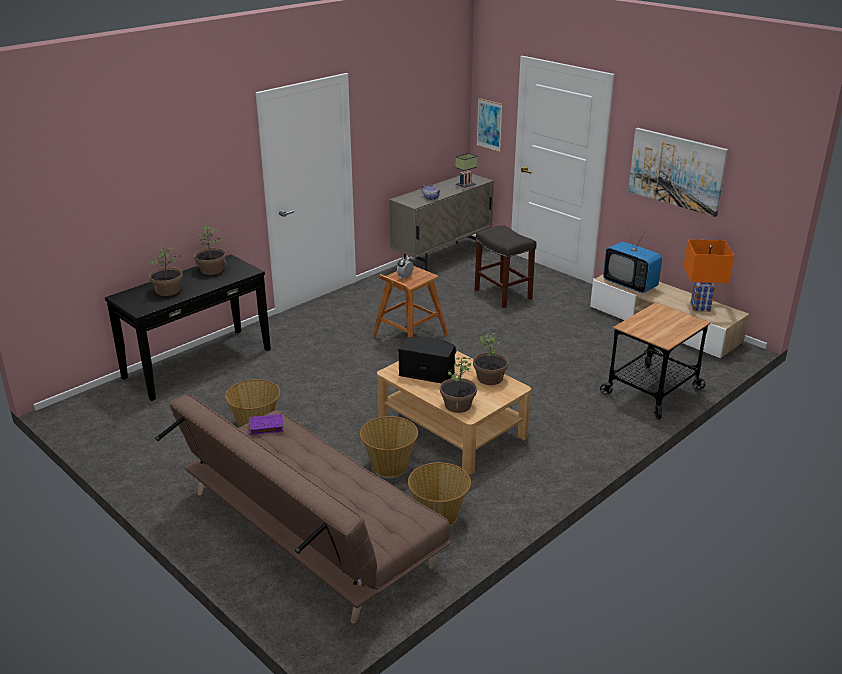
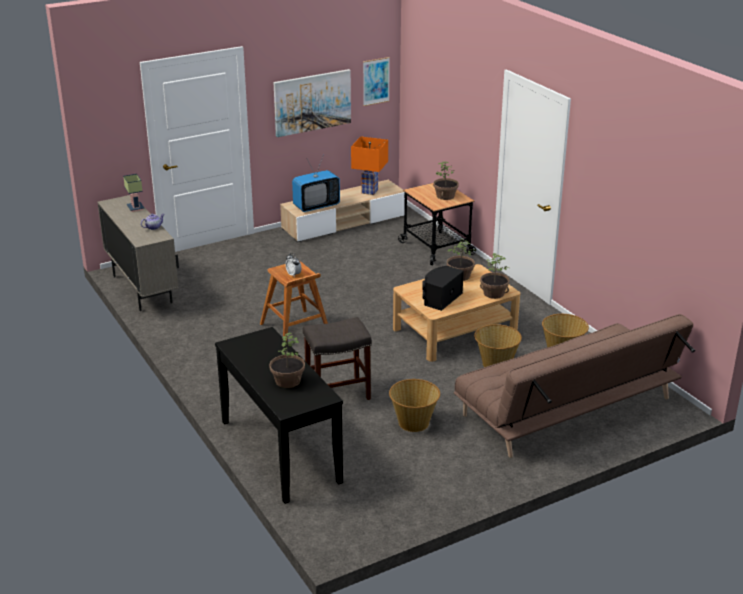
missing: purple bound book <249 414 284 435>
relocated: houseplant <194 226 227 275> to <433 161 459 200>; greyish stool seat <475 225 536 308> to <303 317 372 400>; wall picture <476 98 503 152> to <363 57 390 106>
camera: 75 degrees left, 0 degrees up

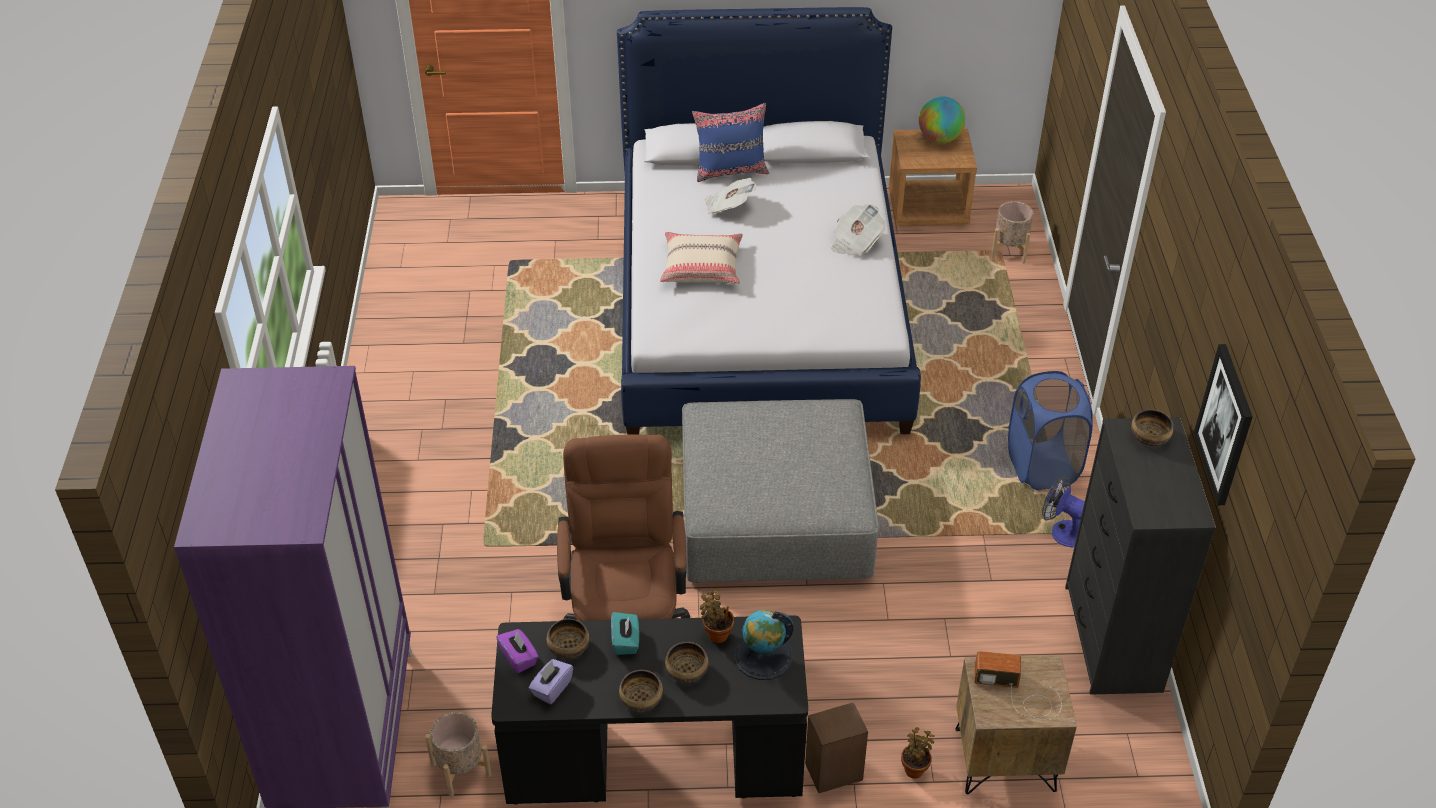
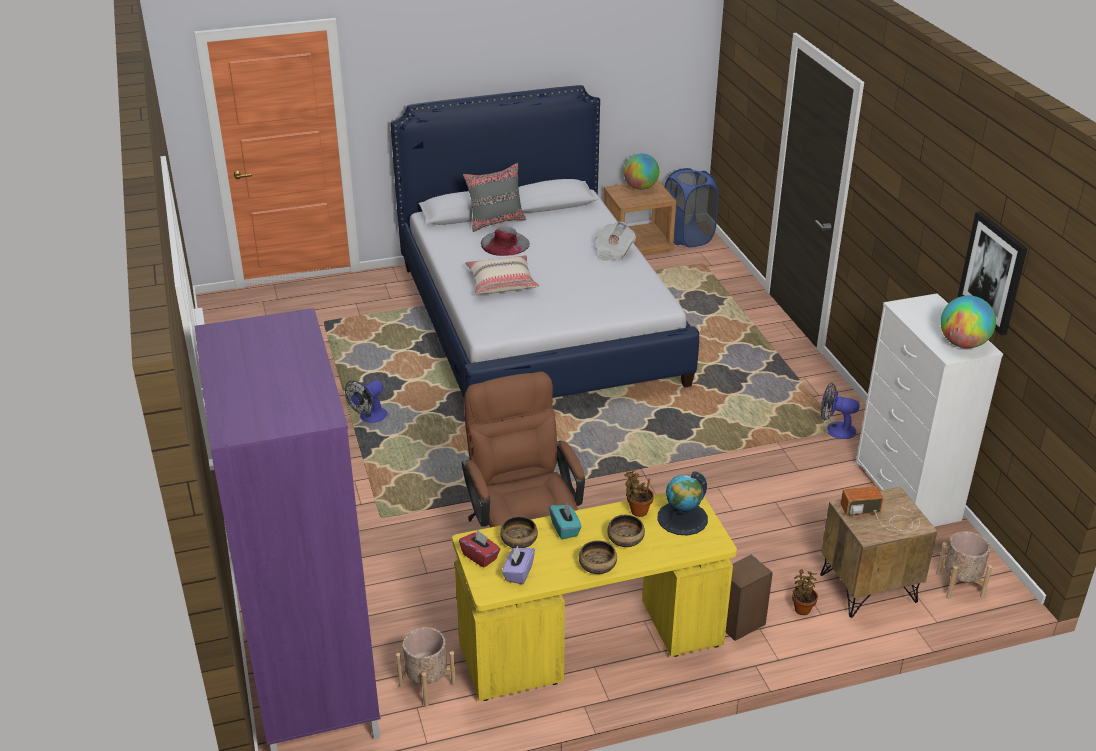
missing: greyish footrest <682 399 879 583>; serving bowl <1131 409 1173 446>
appeared: electric fan <345 380 387 423>; desk globe <940 295 996 348>
relocated: beige-coloured planter <991 201 1033 264> to <936 531 992 599>; blue hamper <1008 371 1093 490> to <664 168 718 248>
exchanged: printed paper <705 178 756 214> to greyish hat <481 226 530 256>
colour: blackish desk unit <491 615 808 805> to yellow-coloured desk unit <452 493 737 701>; purple tissue box <496 629 539 673> to reddish tissue box <459 530 500 568>; blue pillow <692 103 769 182> to greyish pillow <463 163 526 232>; blackish drawer chest <1065 417 1216 695> to whitish drawer chest <855 293 1003 527>
camera: 15 degrees left, 10 degrees down

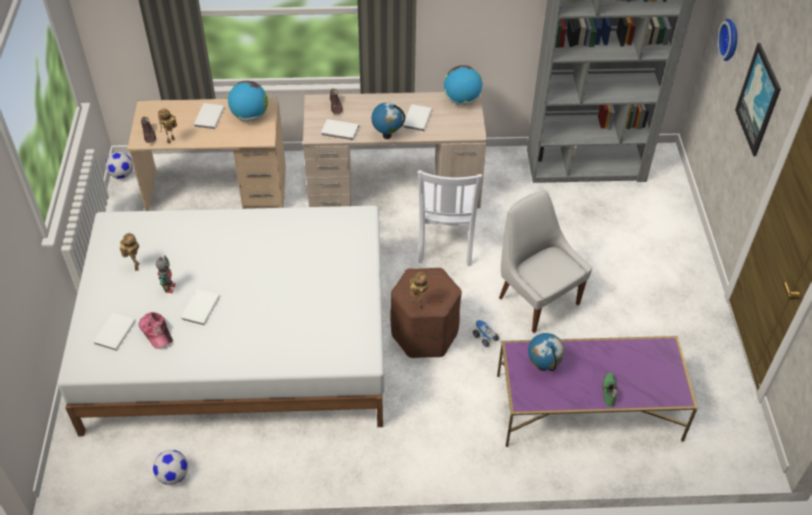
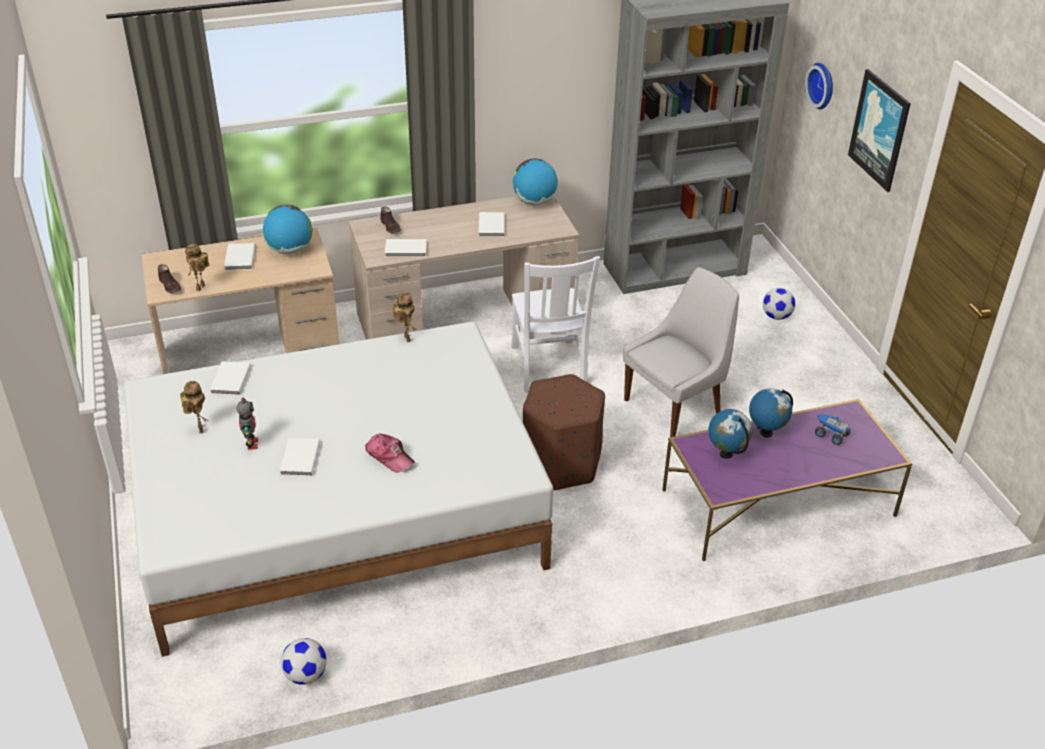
missing: green-coloured item of footwear <602 372 617 407>
relocated: whitish bound book <93 313 136 351> to <210 361 251 395>; football ball <105 152 133 179> to <763 288 795 320>; peaked cap <139 312 173 349> to <365 434 415 473>; desk globe <371 102 405 139> to <749 388 793 438>; robot figure <410 272 429 310> to <392 293 416 342>; model truck <473 320 499 347> to <815 414 851 445>
spun: whitish chair <499 191 592 333> = <623 267 739 437> 105 degrees clockwise
camera: 15 degrees left, 10 degrees down

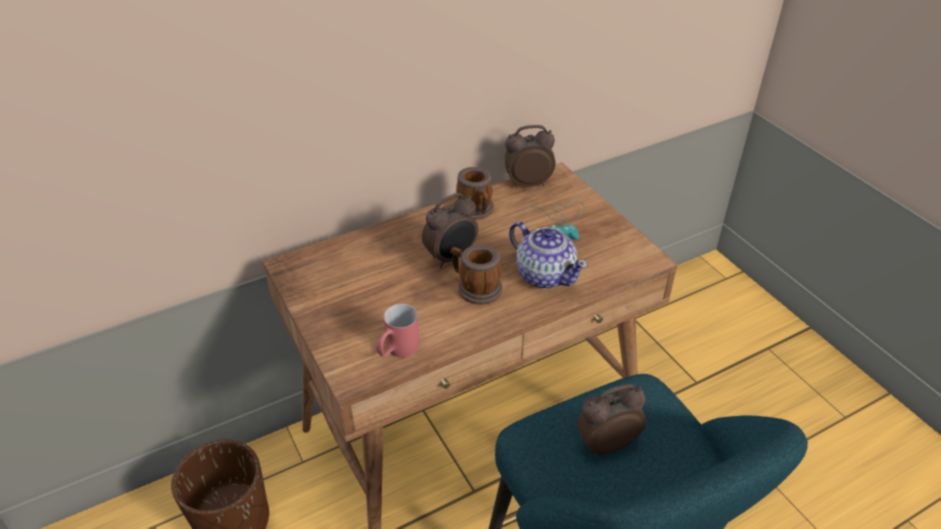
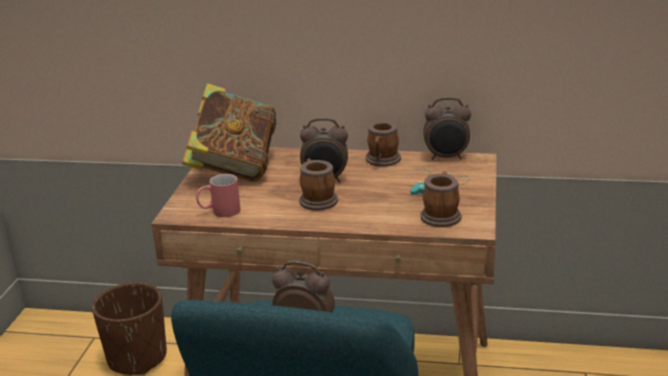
missing: teapot <509 222 588 289>
appeared: bound book <182 83 276 182>; mug <420 171 462 227>
spun: table clock <505 125 556 188> = <423 97 471 160> 150 degrees clockwise
camera: 40 degrees right, 15 degrees down

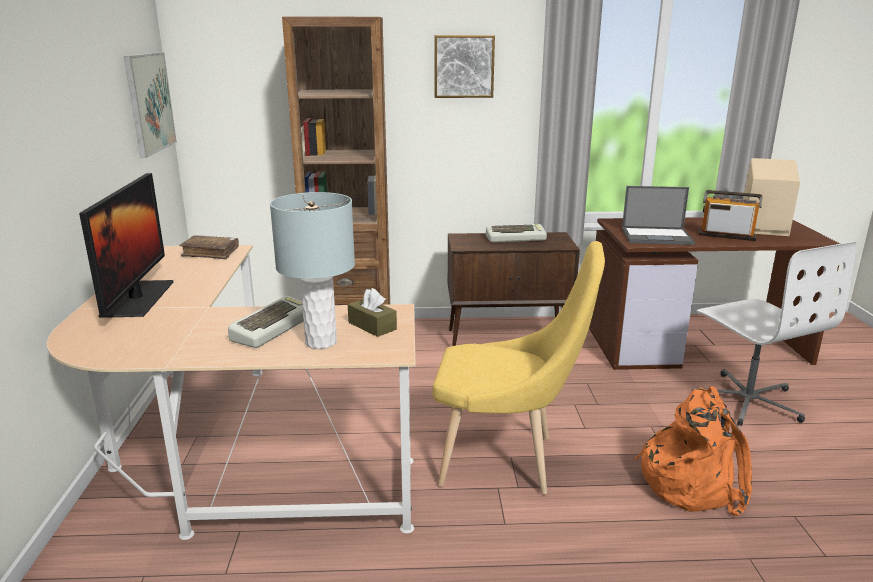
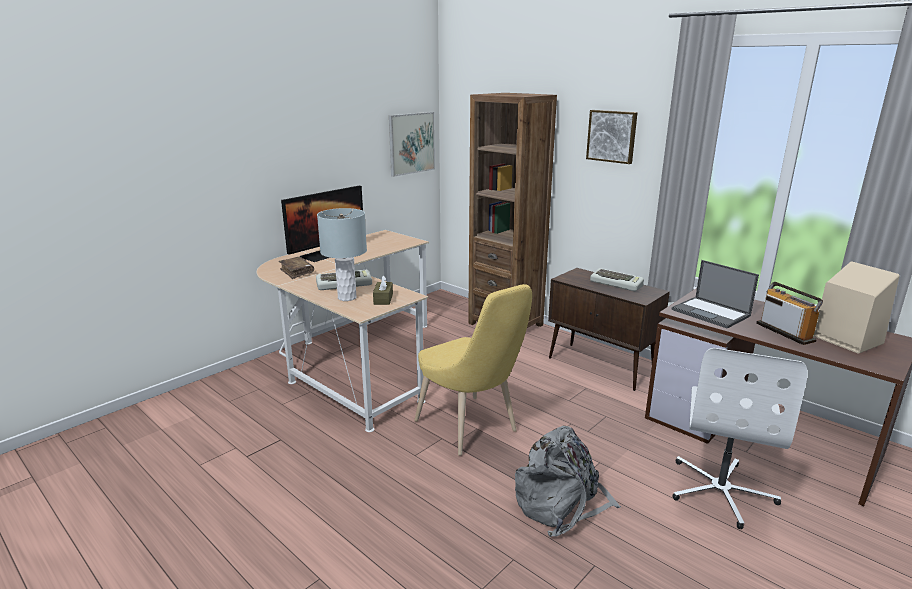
relocated: brownish bound book <179 235 239 260> to <279 257 314 279>
colour: orange-coloured knapsack <634 386 752 516> to greyish knapsack <515 426 621 537>
camera: 45 degrees right, 0 degrees up

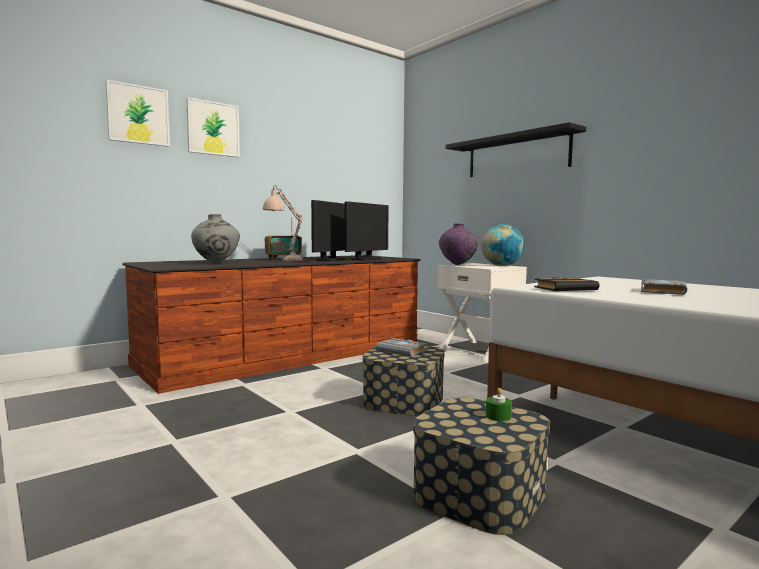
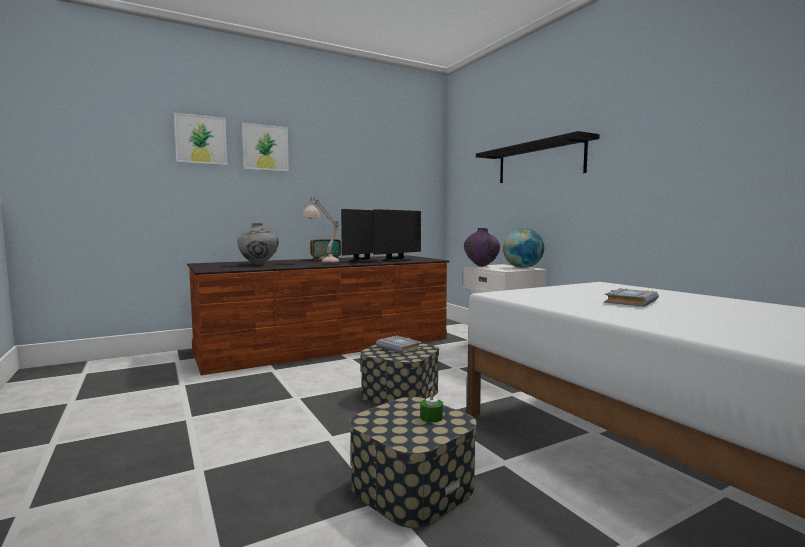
missing: blackish bound book <534 277 600 291>
camera: 10 degrees right, 0 degrees up

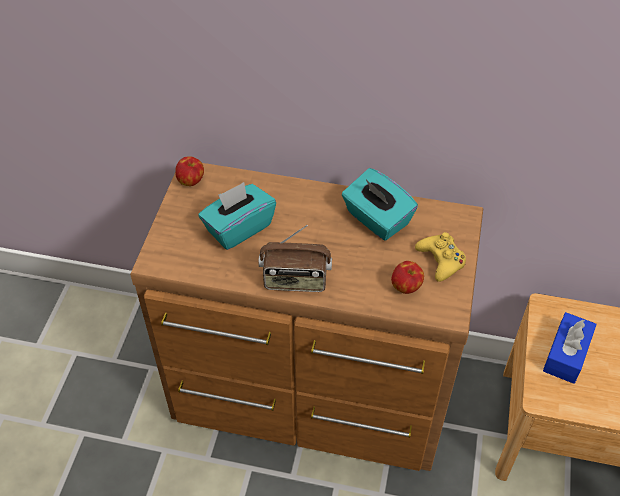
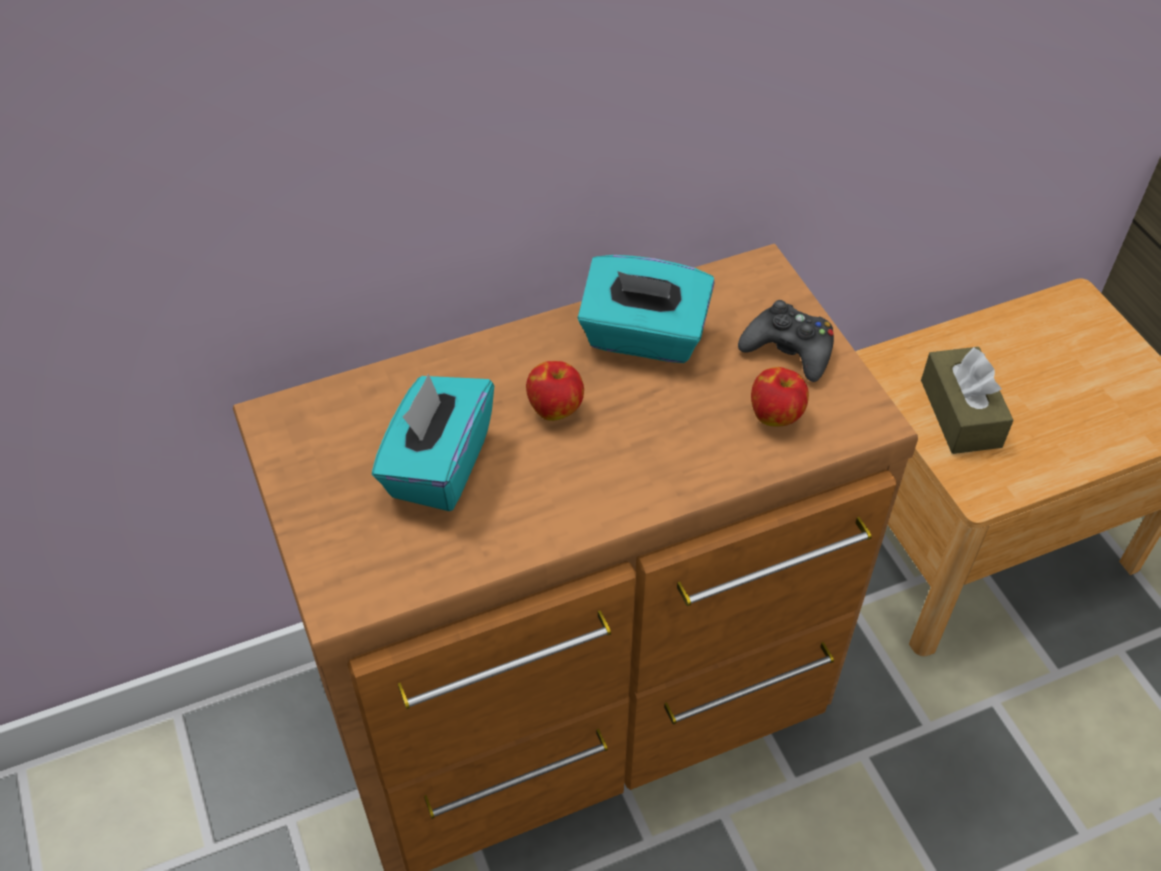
missing: radio set <259 225 332 292>
relocated: apple fruit <175 156 204 186> to <526 361 584 421>
colour: yellow-coloured game controller <415 232 466 282> to blackish game controller <738 300 834 382>; blue tissue box <543 312 597 384> to brownish tissue box <921 347 1013 454>
camera: 35 degrees left, 0 degrees up

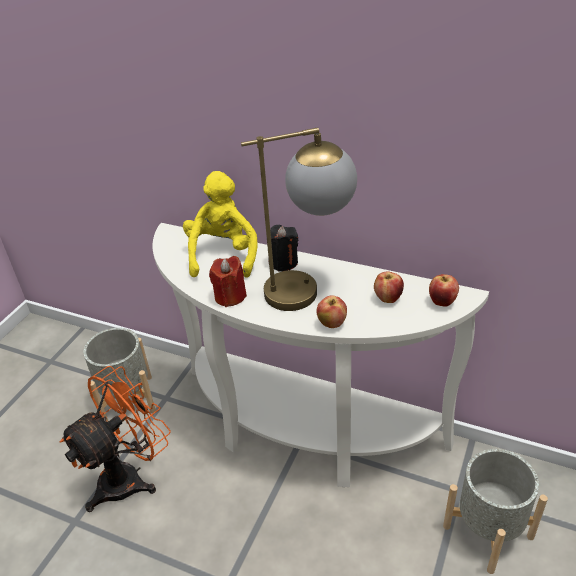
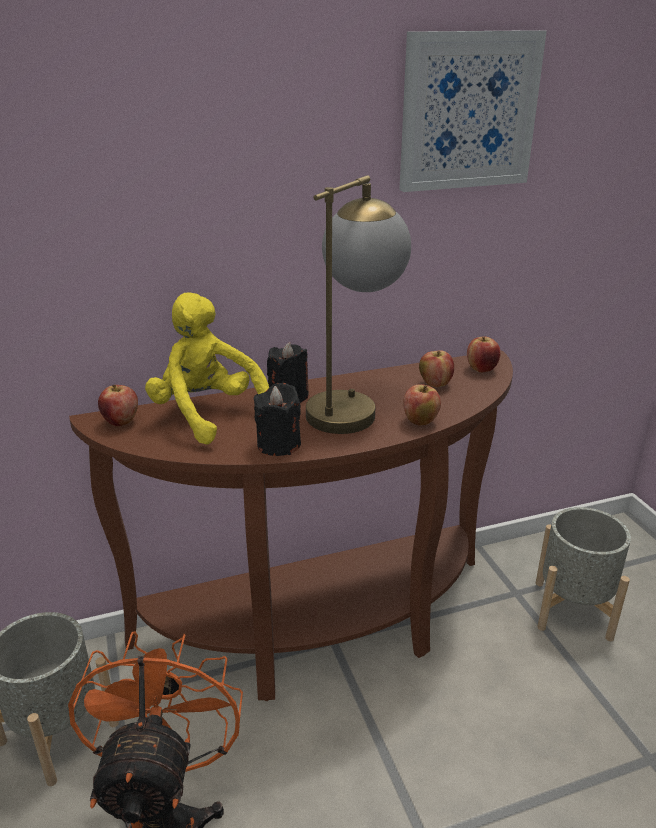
appeared: apple fruit <98 385 138 426>; wall picture <399 30 547 192>
colour: whitish narrow table <152 223 489 488> to brownish narrow table <69 350 513 701>; reddish wax candle <209 256 247 307> to blackish wax candle <254 383 301 456>
camera: 45 degrees left, 10 degrees down

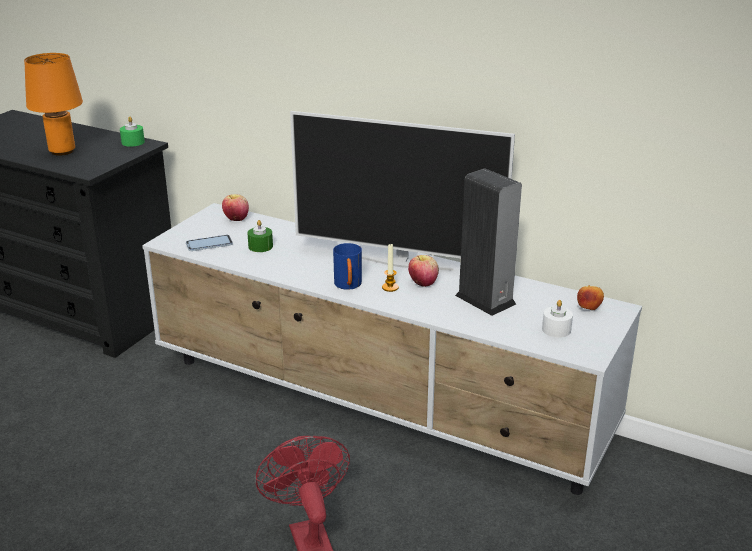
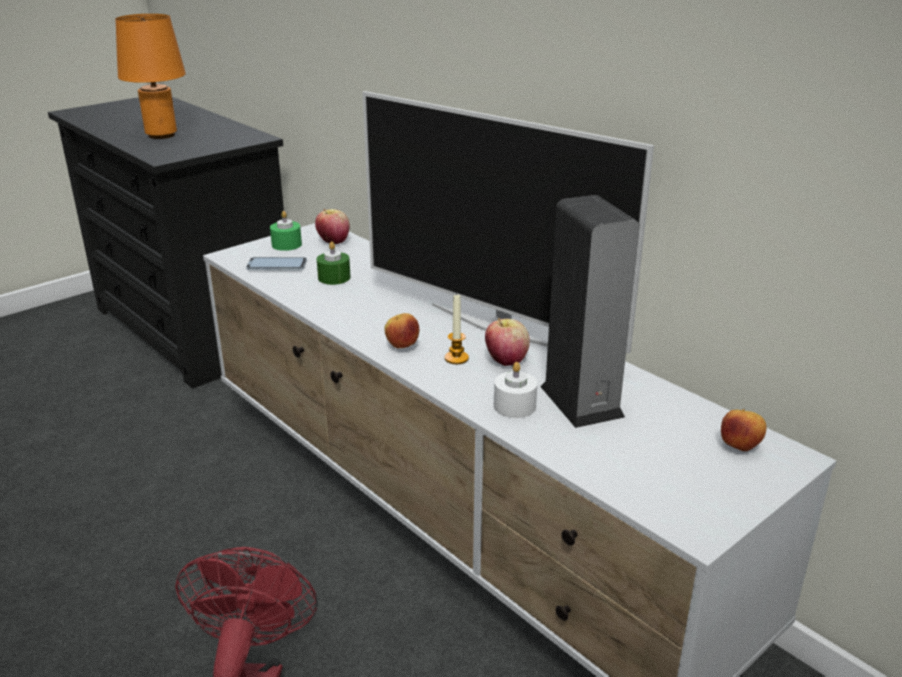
relocated: green-coloured wax candle <120 117 145 147> to <270 211 302 251>; whitish wax candle <542 300 573 338> to <494 362 537 418>
exchanged: blue mug <333 243 362 290> to apple fruit <384 313 419 348>
camera: 20 degrees right, 0 degrees up

